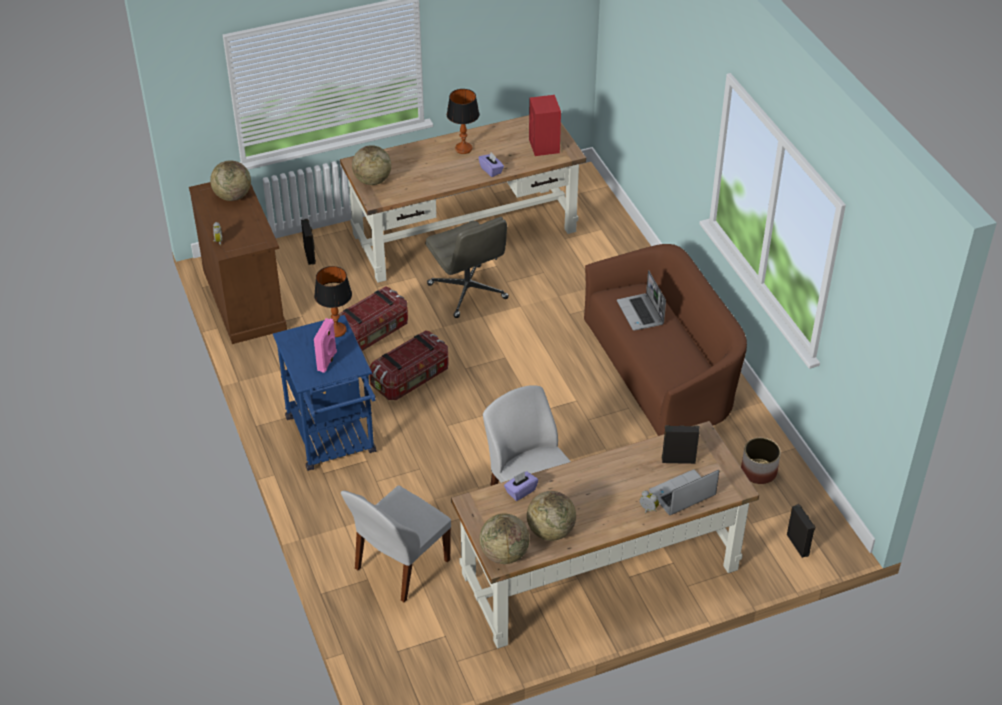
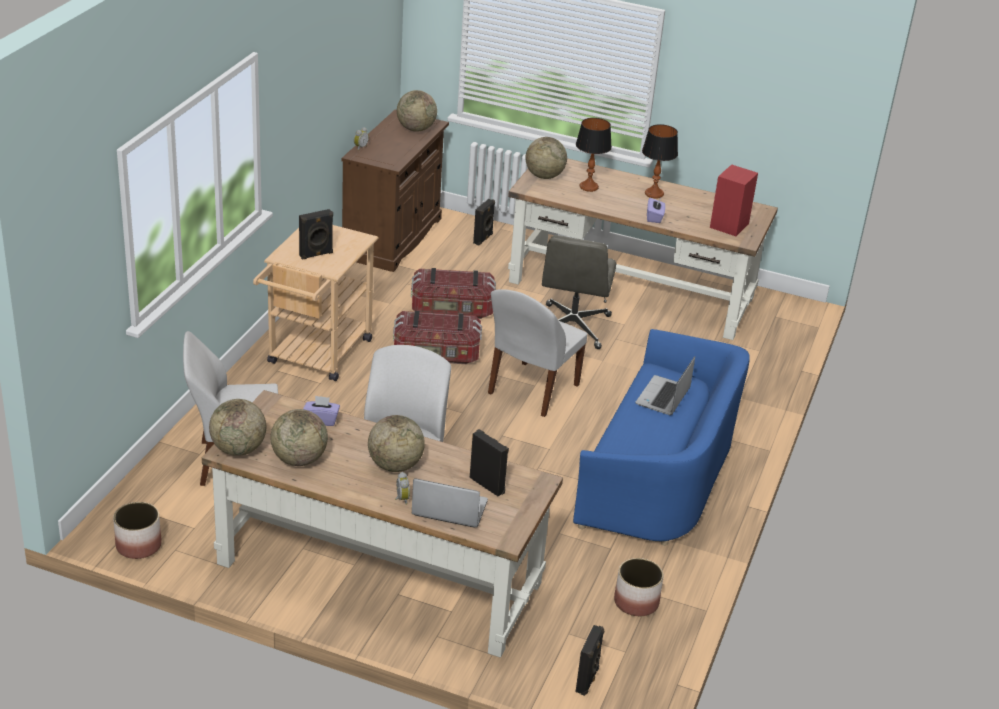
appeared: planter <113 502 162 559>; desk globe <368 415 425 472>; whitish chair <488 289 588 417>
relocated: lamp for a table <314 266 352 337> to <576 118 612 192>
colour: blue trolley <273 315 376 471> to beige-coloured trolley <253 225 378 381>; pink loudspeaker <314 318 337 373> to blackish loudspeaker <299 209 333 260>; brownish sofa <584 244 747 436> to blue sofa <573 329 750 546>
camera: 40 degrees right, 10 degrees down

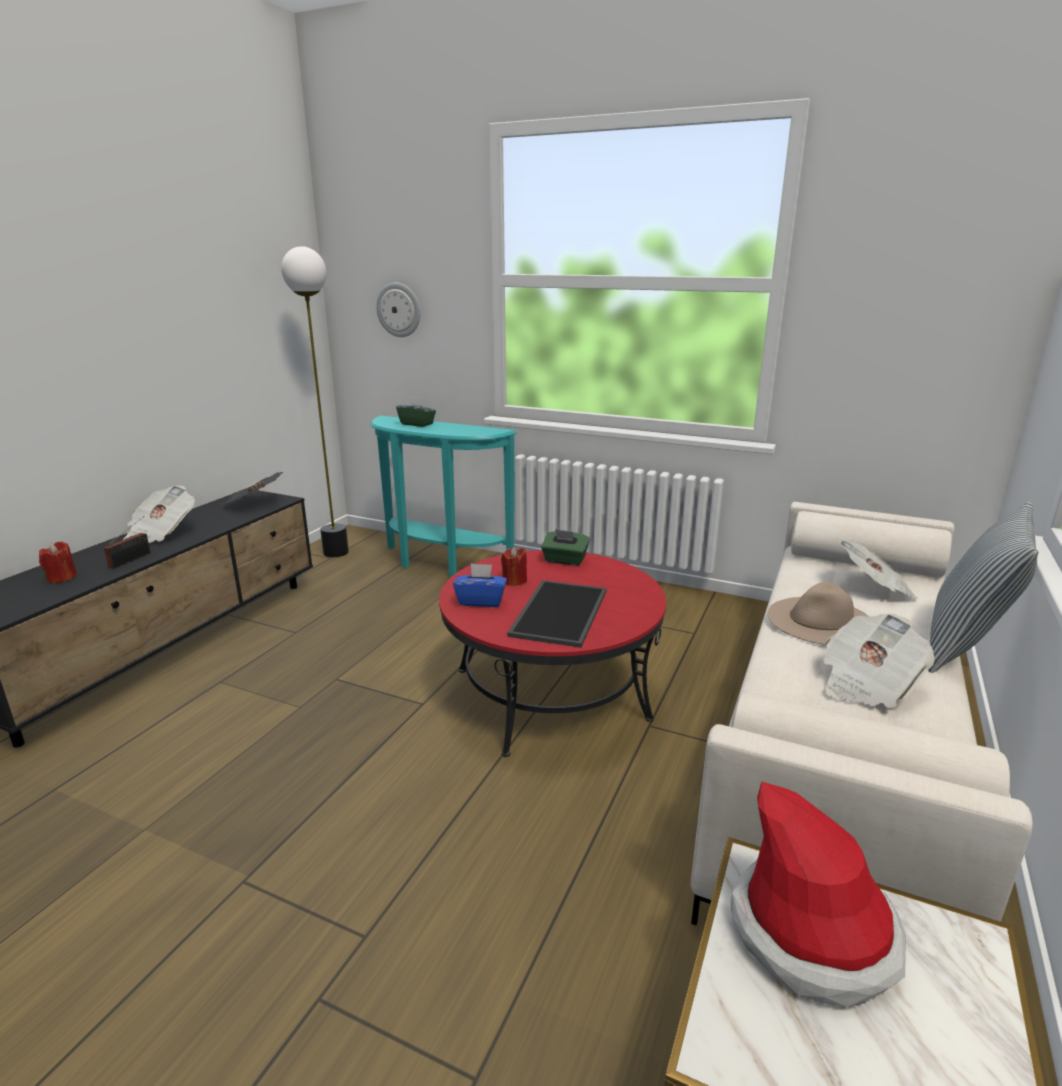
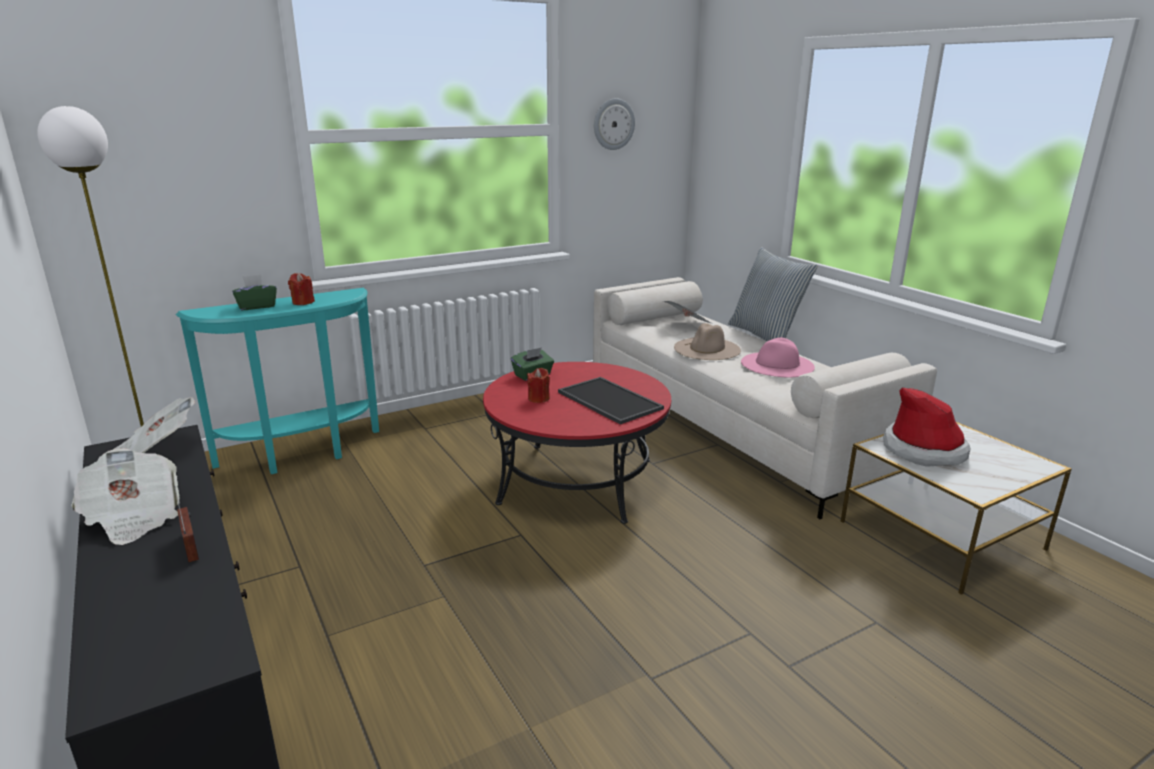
missing: blue tissue box <453 563 507 607>
relocated: reddish wax candle <39 542 77 583> to <288 273 315 305>; wall clock <376 283 421 337> to <594 98 635 150>
exchanged: printed paper <823 614 935 708> to pink hat <741 337 815 378>
camera: 55 degrees left, 0 degrees up

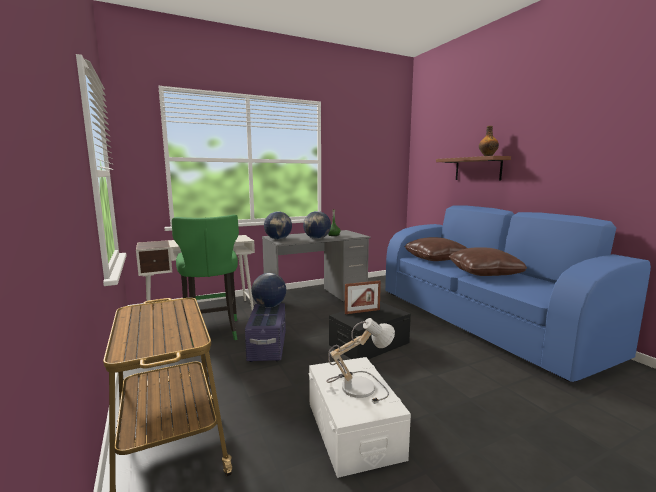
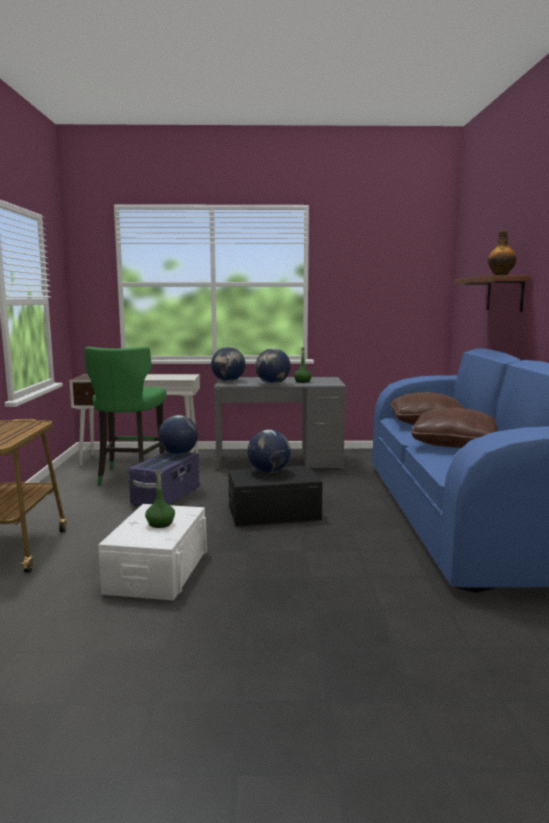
exchanged: lamp for a table <326 318 395 404> to green-coloured beverage bottle <145 470 175 528>; picture frame <345 281 381 314> to desk globe <247 430 291 473>
camera: 25 degrees right, 0 degrees up

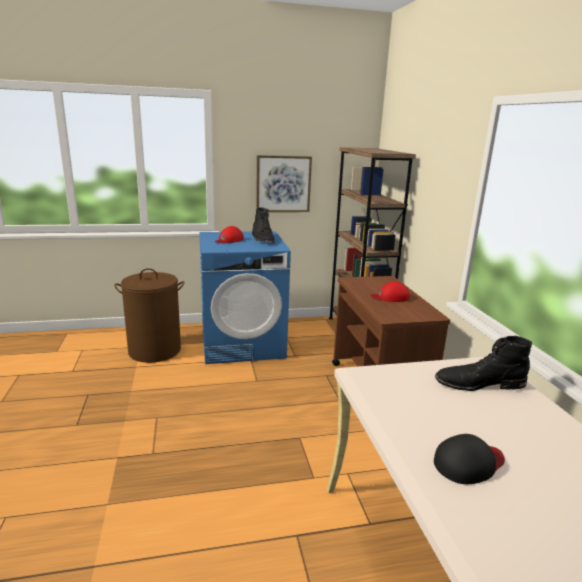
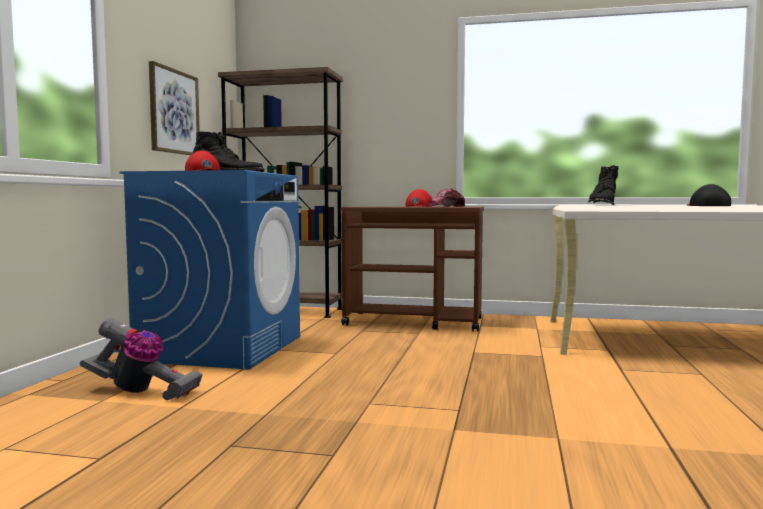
appeared: peaked cap <429 188 465 207>
exchanged: brownish hamper <115 268 184 363> to vacuum cleaner <80 318 203 400>
camera: 65 degrees left, 15 degrees down

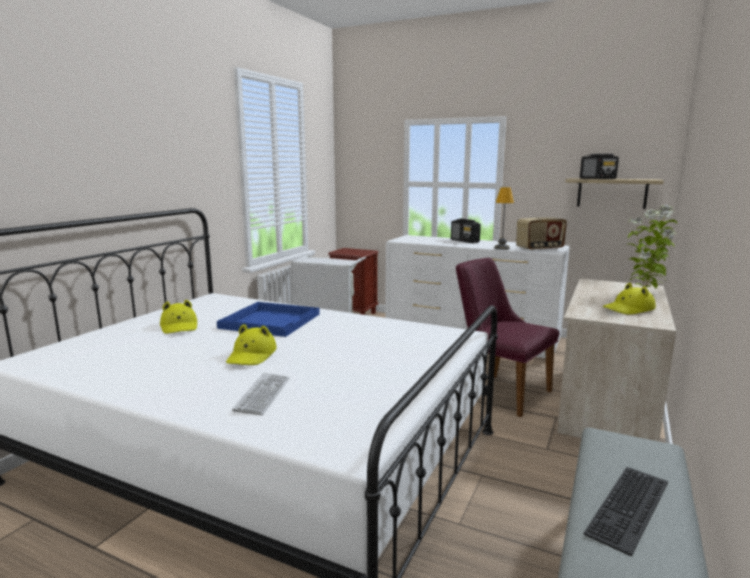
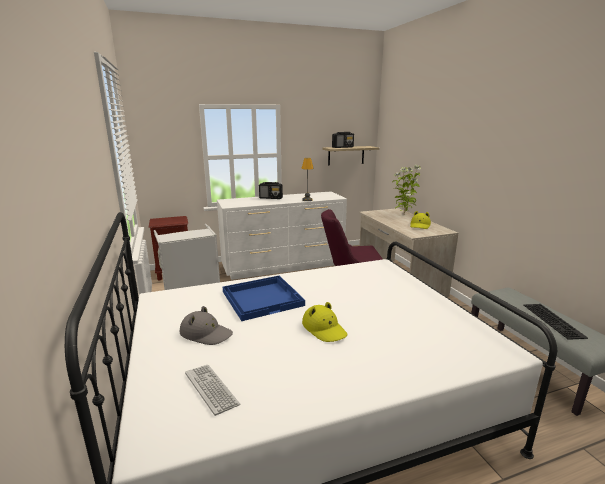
missing: radio set <516 217 567 251>
relocated: keyboard <232 373 289 415> to <185 365 240 416>
colour: yellow-coloured hat <160 300 197 334> to greyish hat <180 306 233 345>
camera: 45 degrees left, 5 degrees up

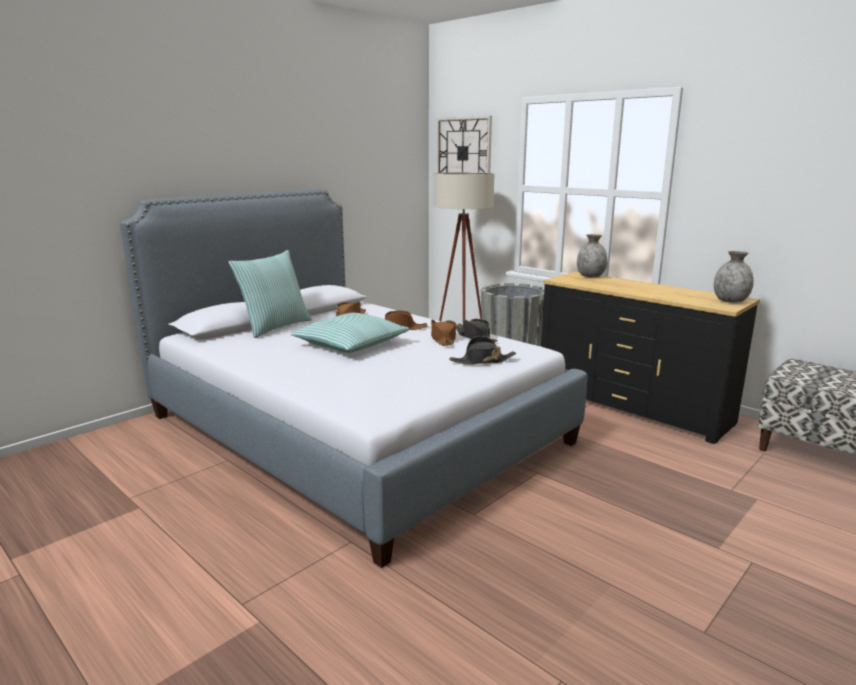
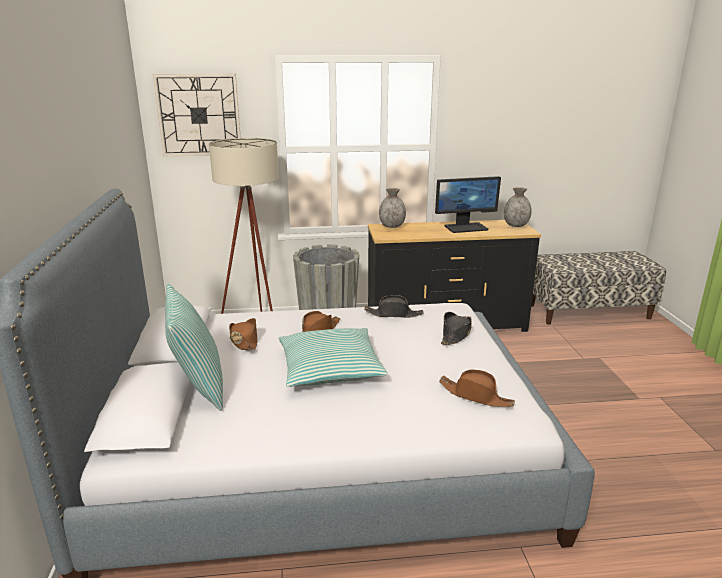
appeared: monitor <435 176 501 233>
relocated: brownish hat <431 319 456 346> to <439 369 515 407>
camera: 50 degrees left, 5 degrees up

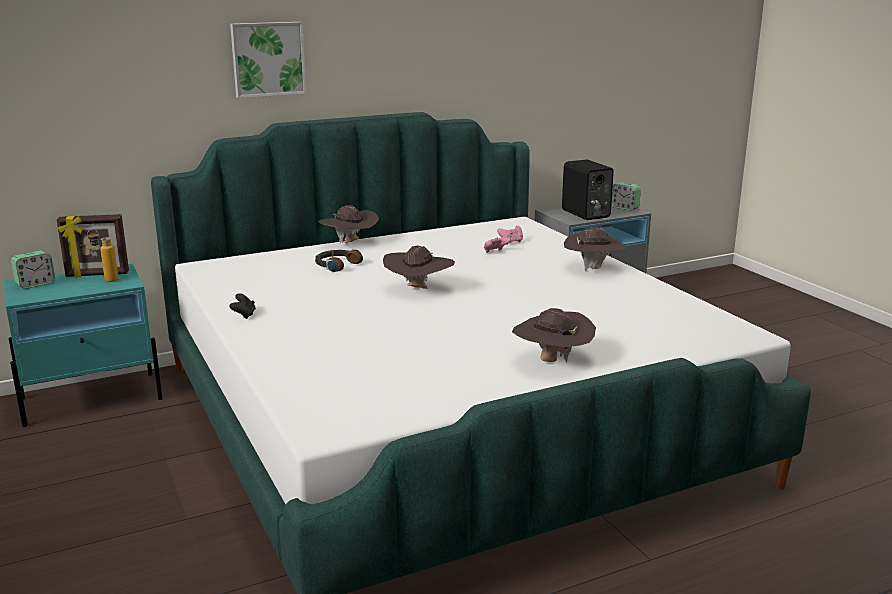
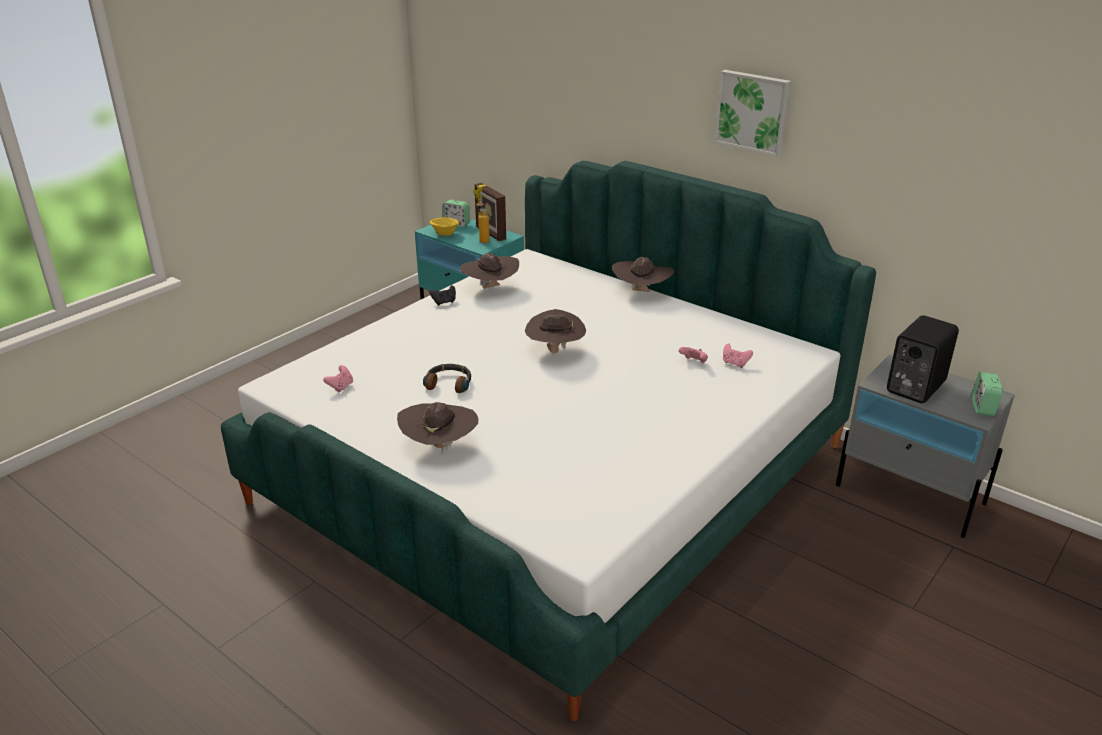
appeared: pink game controller <323 365 353 392>; yellow-coloured serving bowl <430 218 459 236>
relocated: wall picture <230 22 307 98> to <714 70 791 157>; pair of headphones <315 250 363 272> to <423 364 471 393>; brownish hat <564 227 626 271> to <460 253 519 289>
camera: 65 degrees right, 10 degrees up

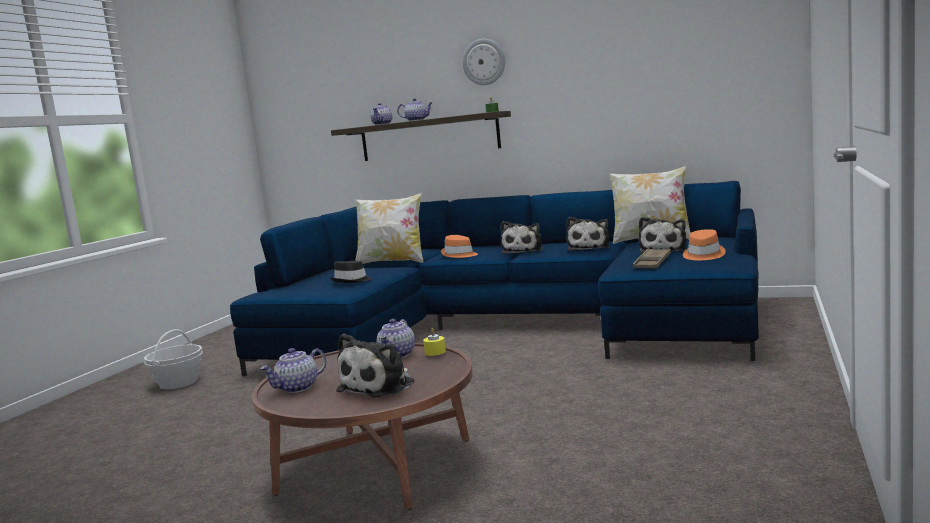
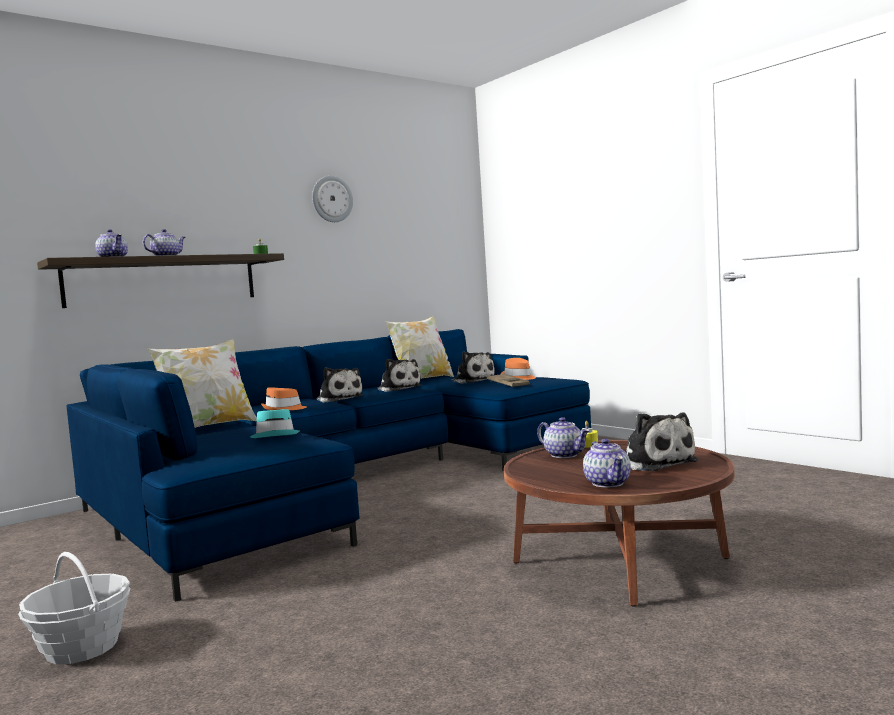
relocated: wall clock <463 39 505 85> to <312 175 353 222>
colour: blackish hat <330 261 372 283> to blue-green hat <250 409 300 438>
camera: 60 degrees left, 5 degrees down

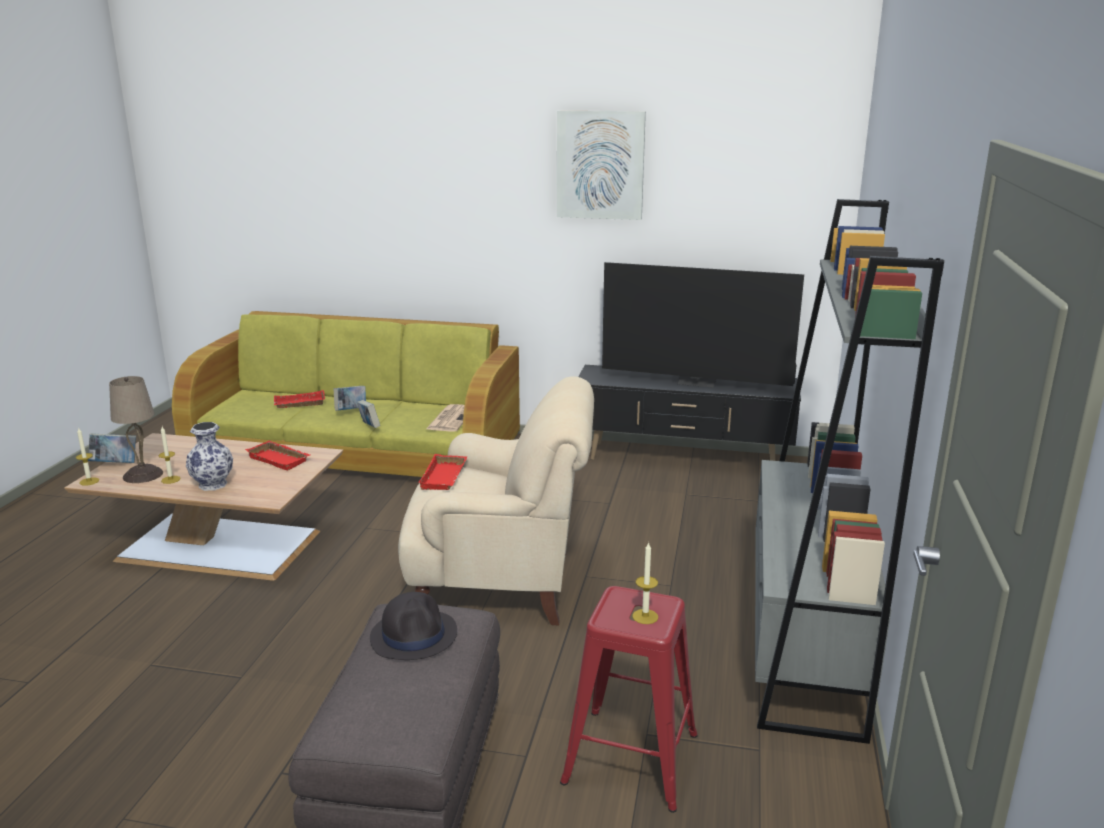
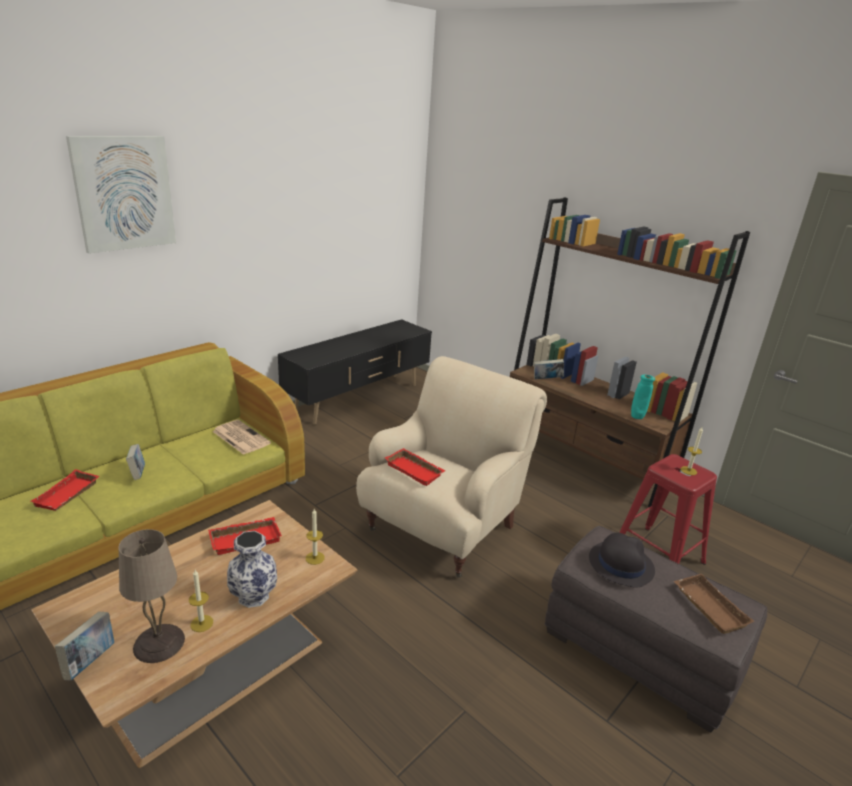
missing: TV <602 262 804 388>
appeared: blue-green flower vase <631 375 655 419>; brownish serving tray <674 574 754 634>
relocated: wax candle <76 427 99 486> to <306 509 325 565>; bound book <357 400 380 428> to <534 359 564 379>; wall picture <557 111 646 220> to <66 136 176 254>
colour: greyish bookshelf <755 199 944 744> to brownish bookshelf <510 197 750 507>
camera: 60 degrees left, 5 degrees up

